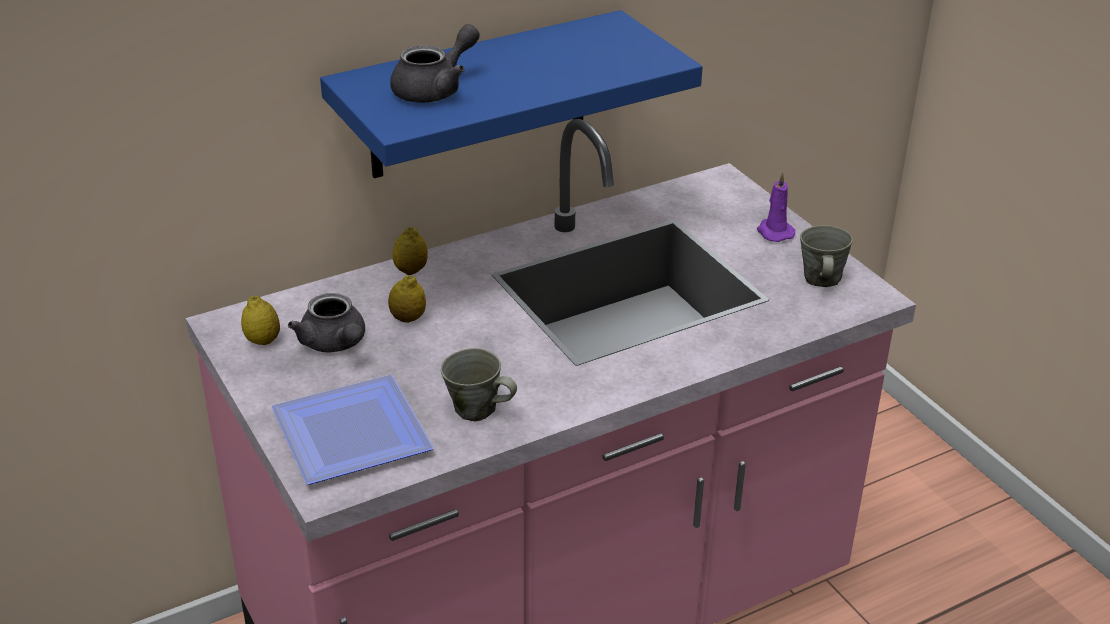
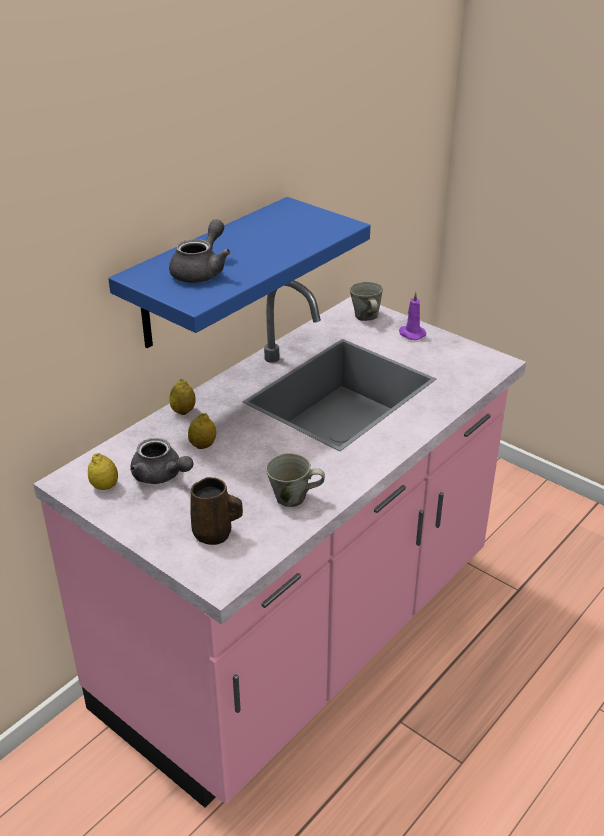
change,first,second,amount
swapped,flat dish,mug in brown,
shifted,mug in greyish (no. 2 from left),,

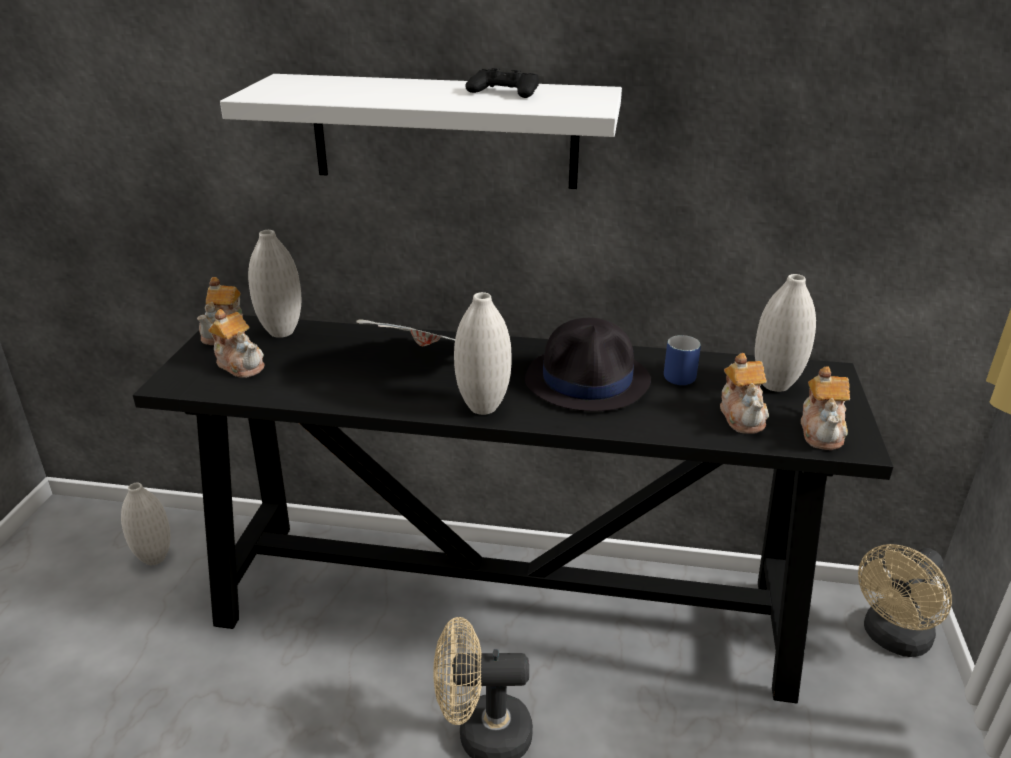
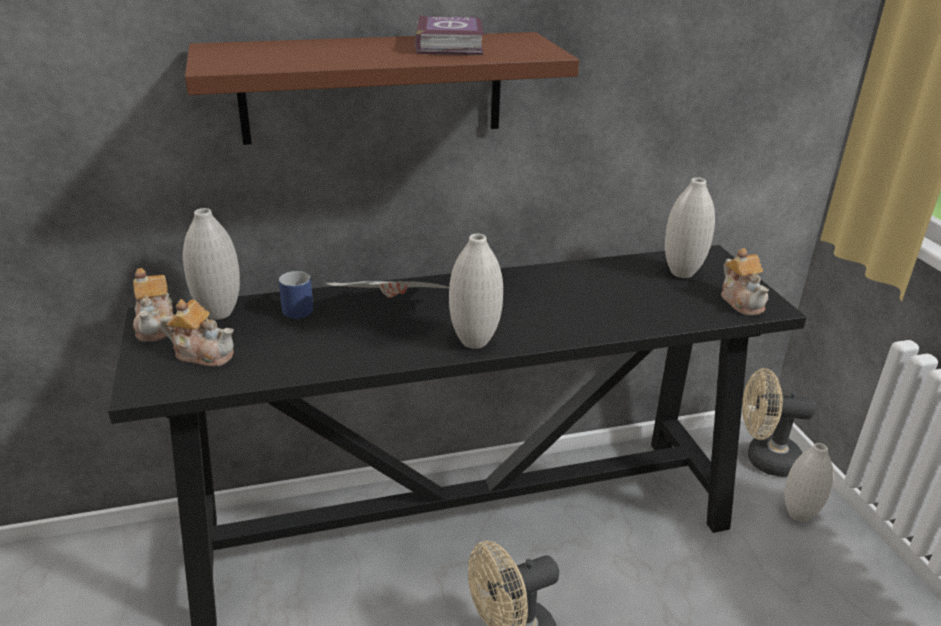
change,first,second,amount
shifted,decorative vase in whitish (no. 1 from left in the first image),decorative vase in whitish (no. 4 from left),
repainted,bracket shelf in whitish,bracket shelf in brown,
swapped,joypad in black-coloured,book,
gone,hat in black-coloured,,
shifted,mug in blue-coloured,,
gone,teapot (no. 3 from left),,
rotated,fan in beige (no. 2 from left),,75 degrees clockwise

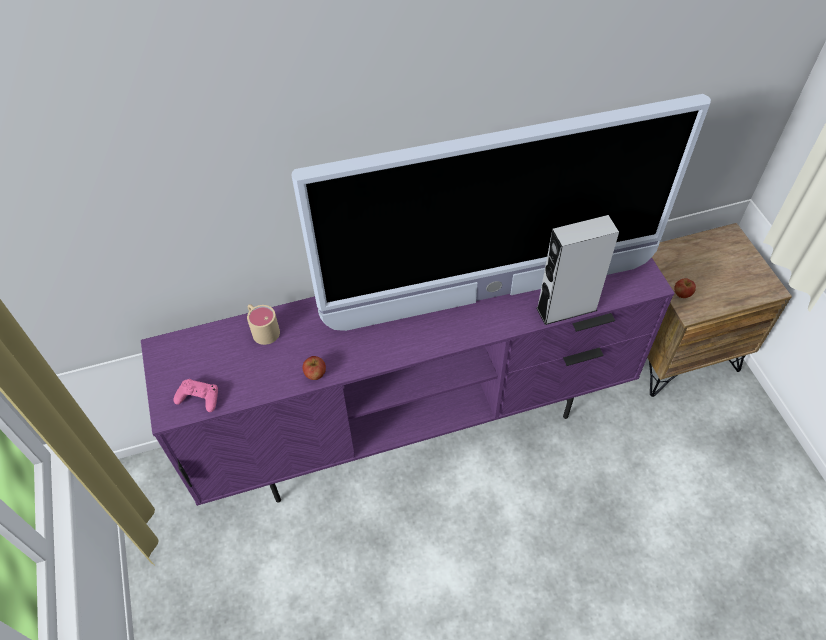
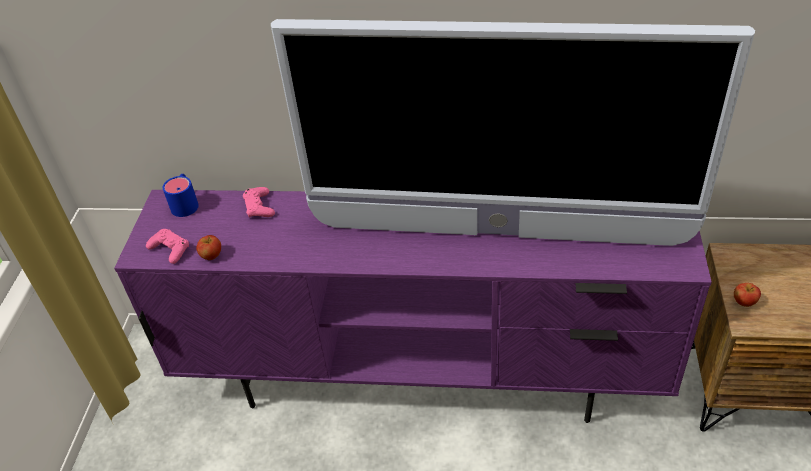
change,first,second,amount
swapped,mug in beige,joypad in pink (no. 2 from left),
shifted,apple fruit (no. 1 from left),,
gone,speaker in greyish,,
new,,mug in blue-coloured,

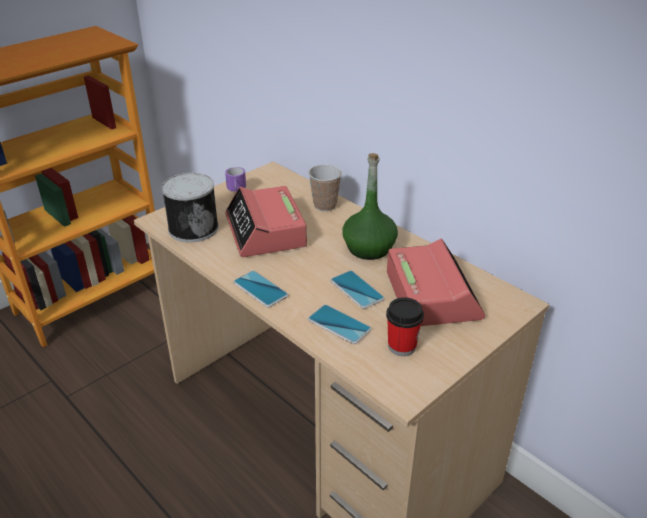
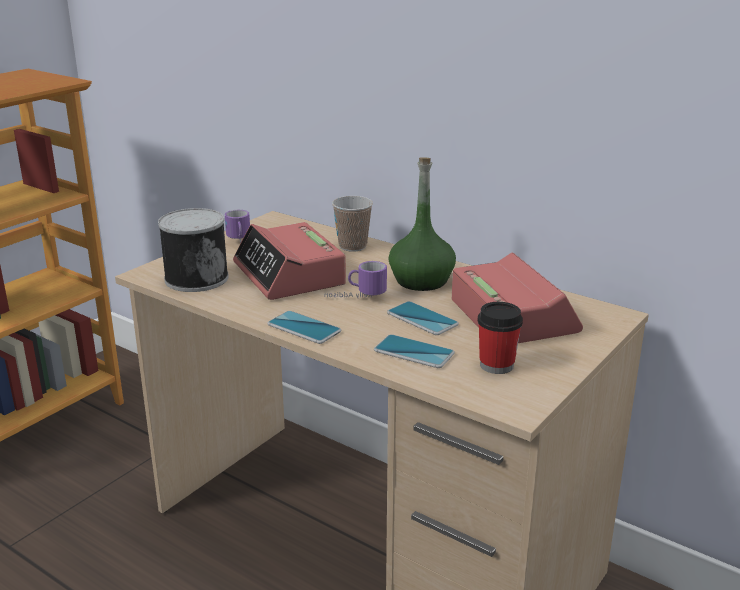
change,first,second,amount
new,,mug (no. 2 from left),

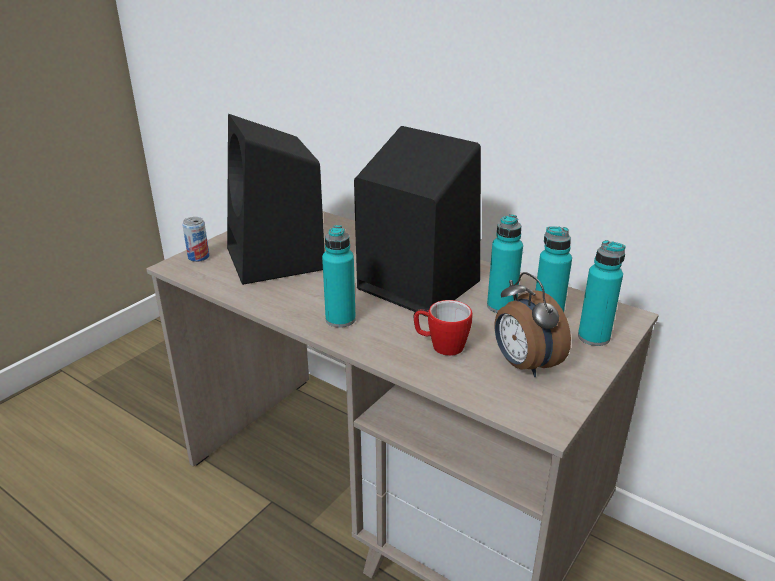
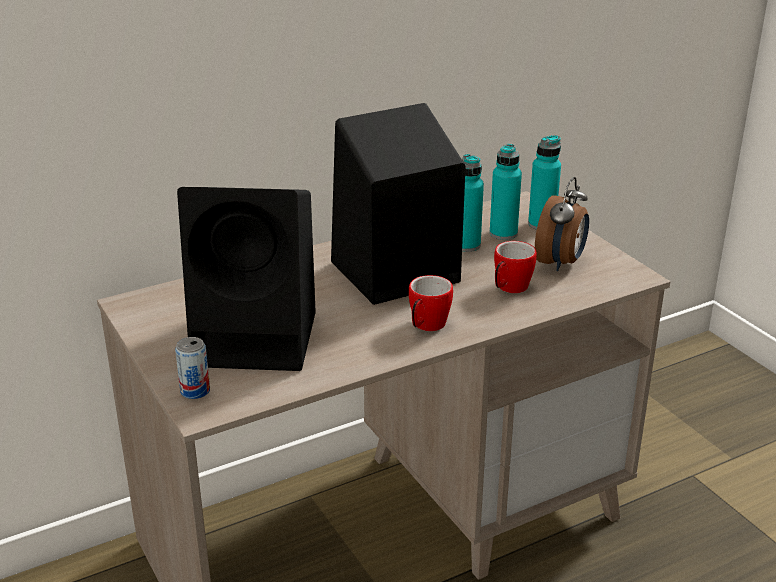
change,first,second,amount
swapped,drink bottle in blue-green (no. 1 from left),mug (no. 1 from left),
rotated,alarm clock,,60 degrees counterclockwise

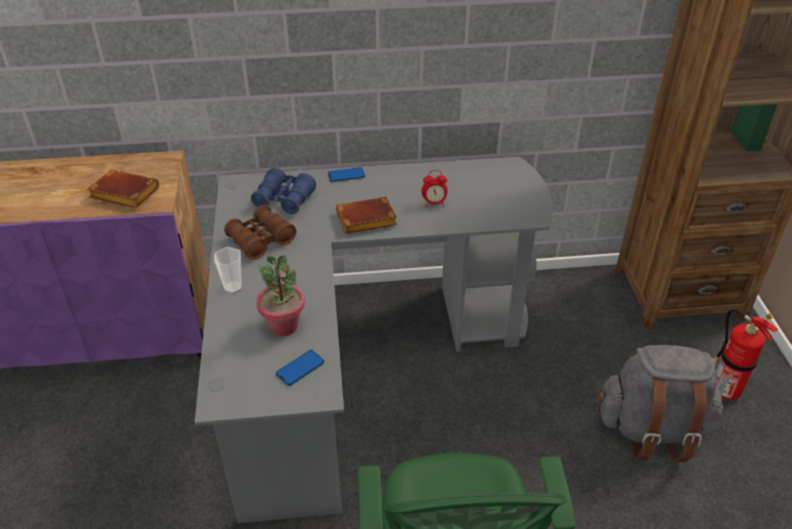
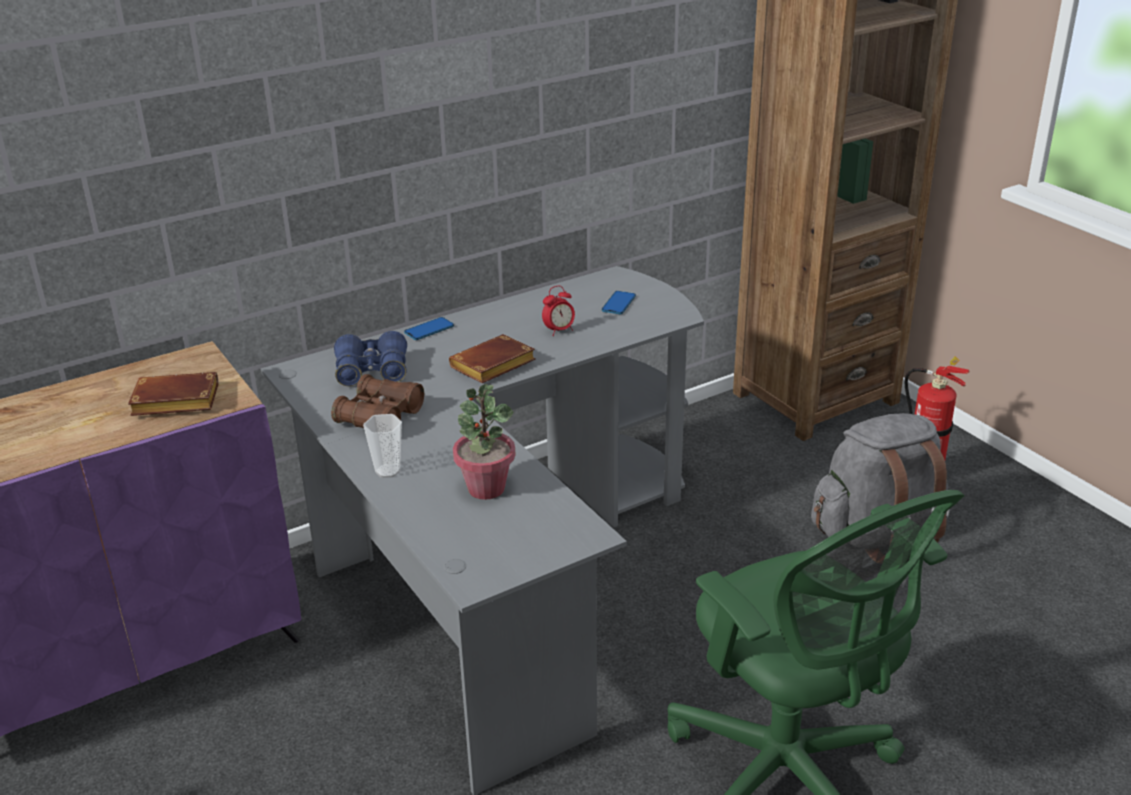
change,first,second,amount
shifted,telephone (no. 1 from left in the first image),telephone (no. 2 from left),

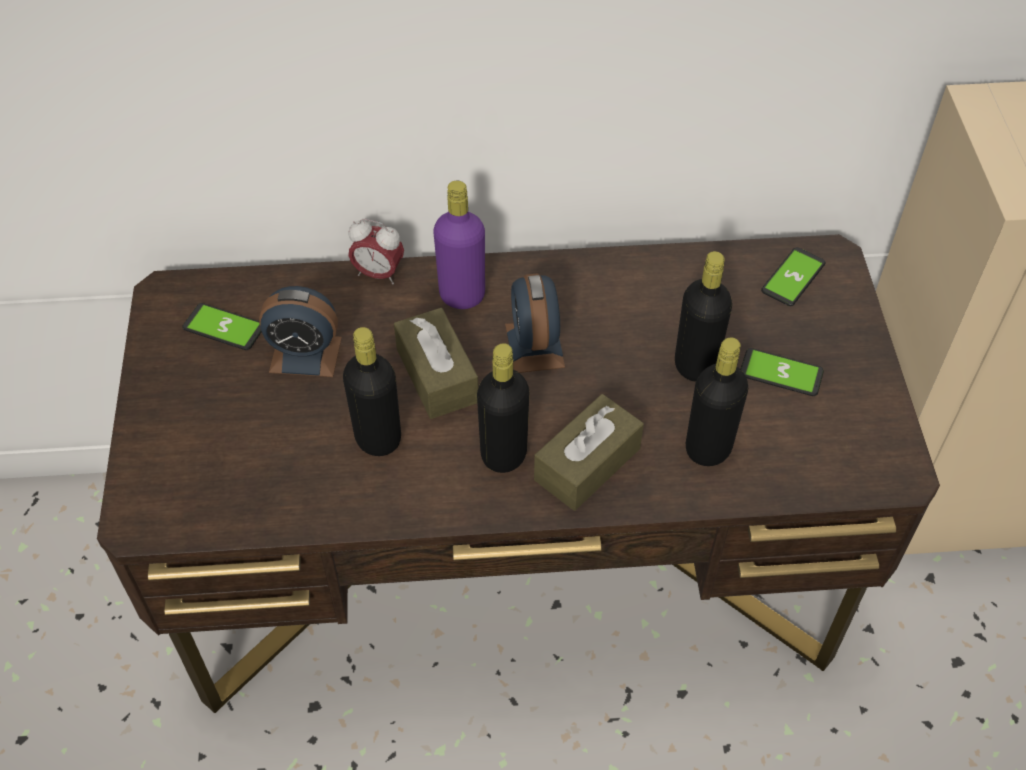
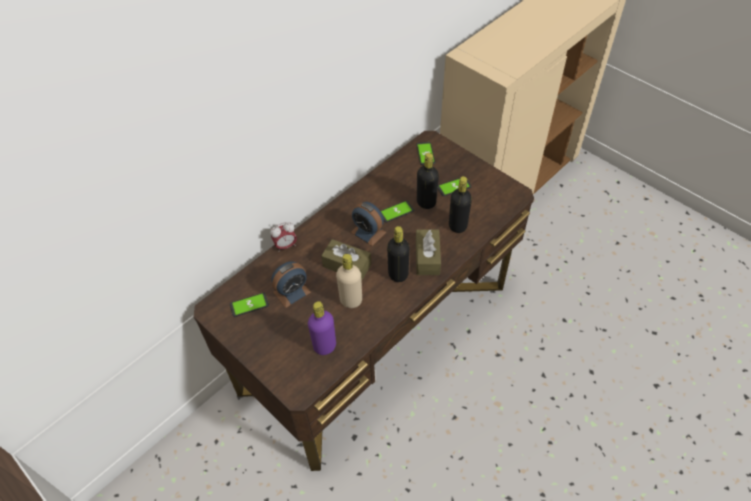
change,first,second,amount
repainted,drink bottle in black-coloured (no. 1 from left),drink bottle in beige,
shifted,drink bottle in purplish,,
new,,telephone (no. 2 from left),

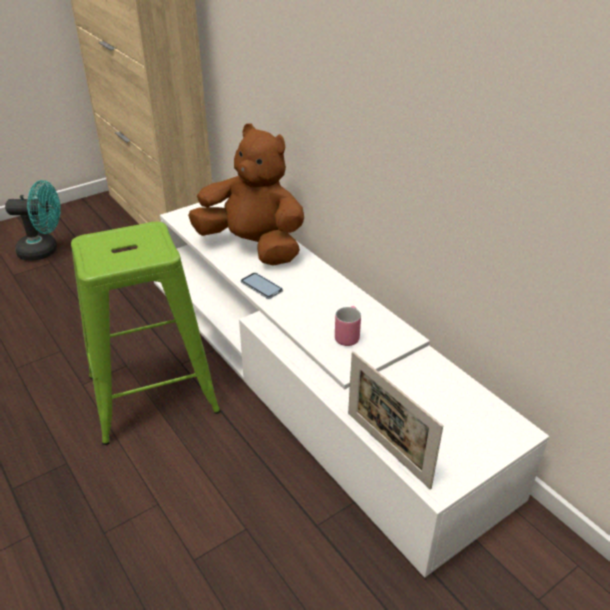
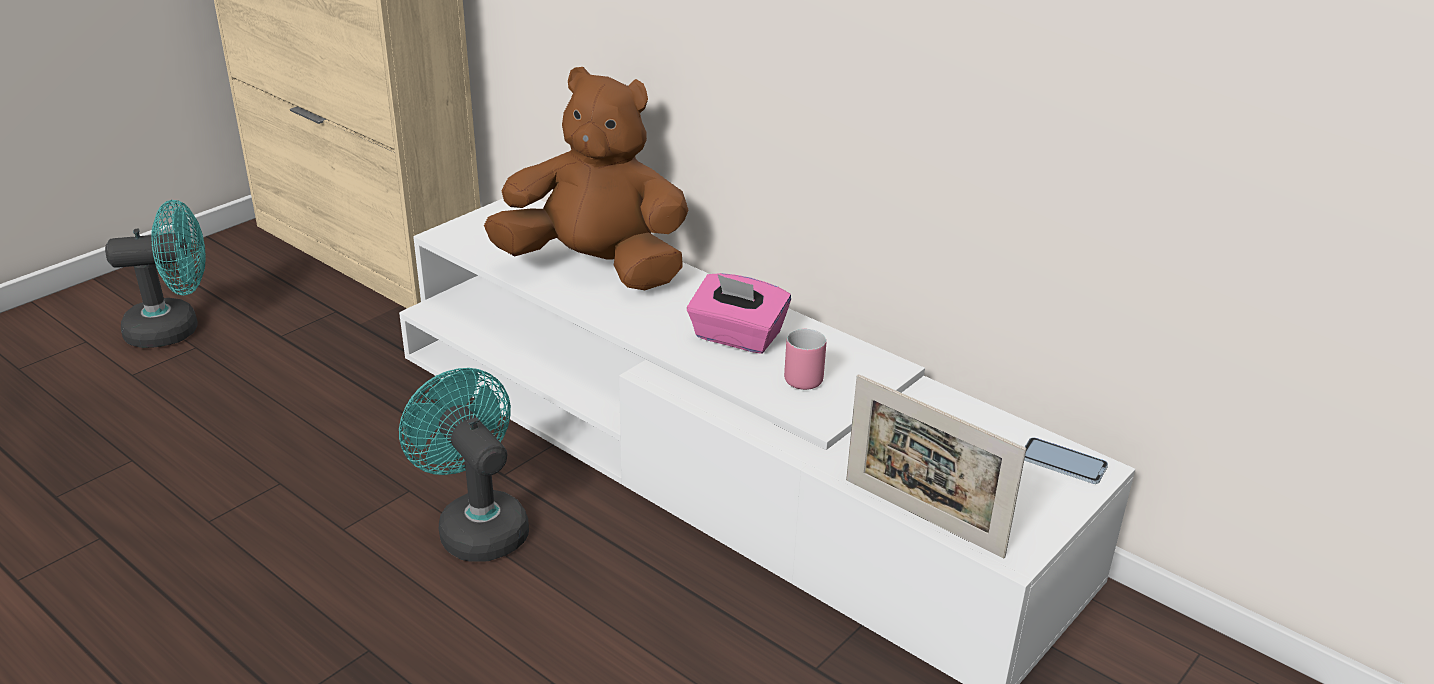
change,first,second,amount
swapped,stool seat in greenish,fan in blue-green (no. 2 from left),
shifted,telephone,,
new,,tissue holder in pink,

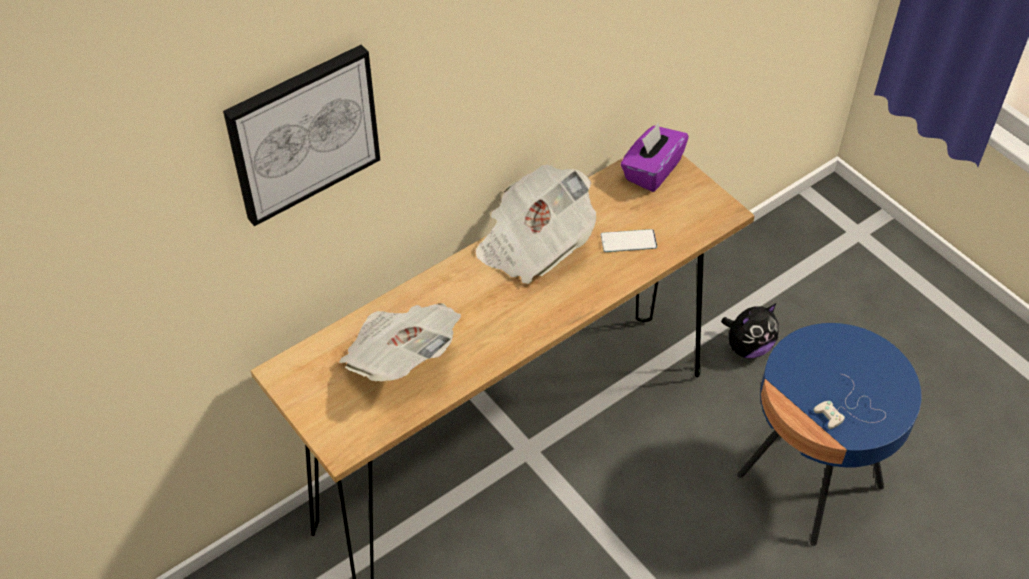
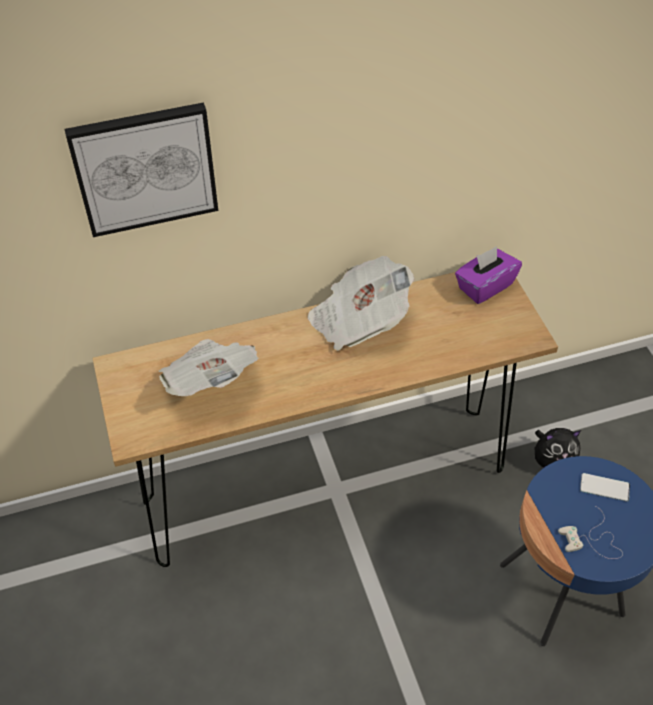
change,first,second,amount
shifted,telephone,,

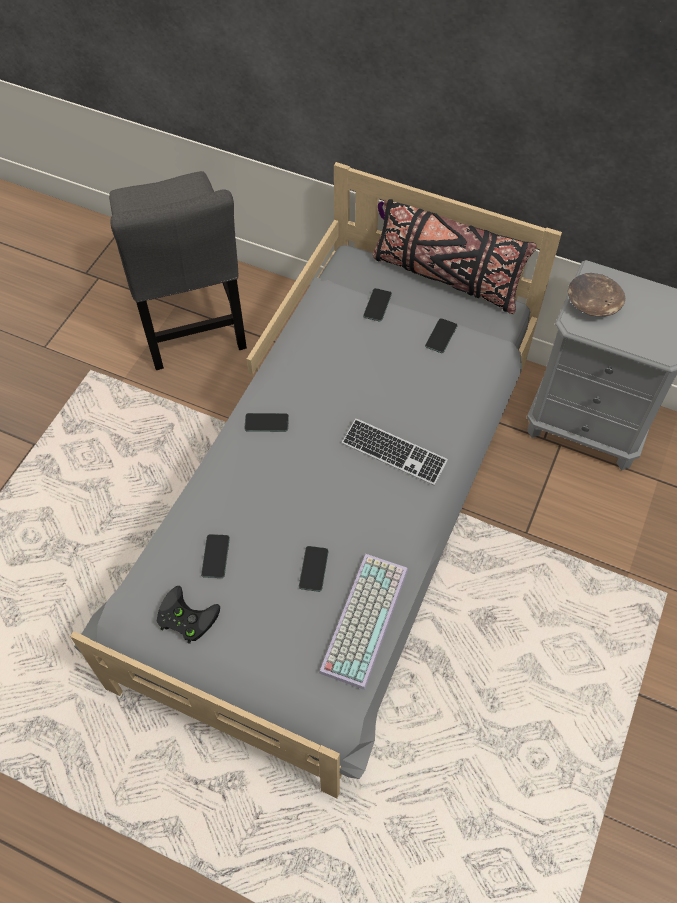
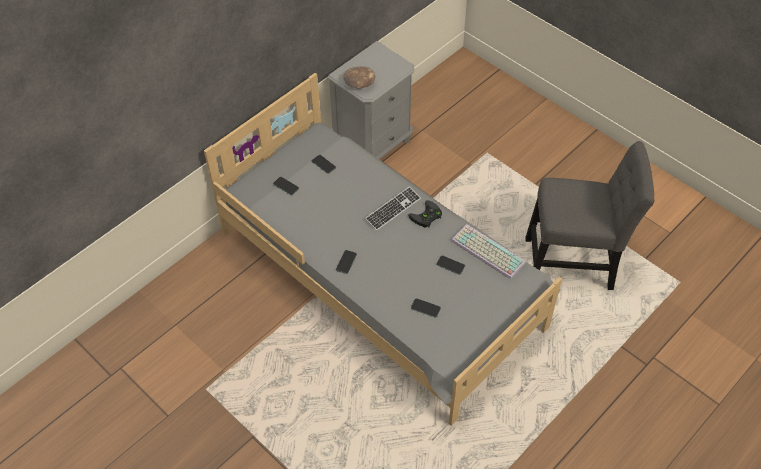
change,first,second,amount
shifted,plain chair in greyish,,
shifted,joypad in black-coloured,,
gone,cushion in black-coloured,,

